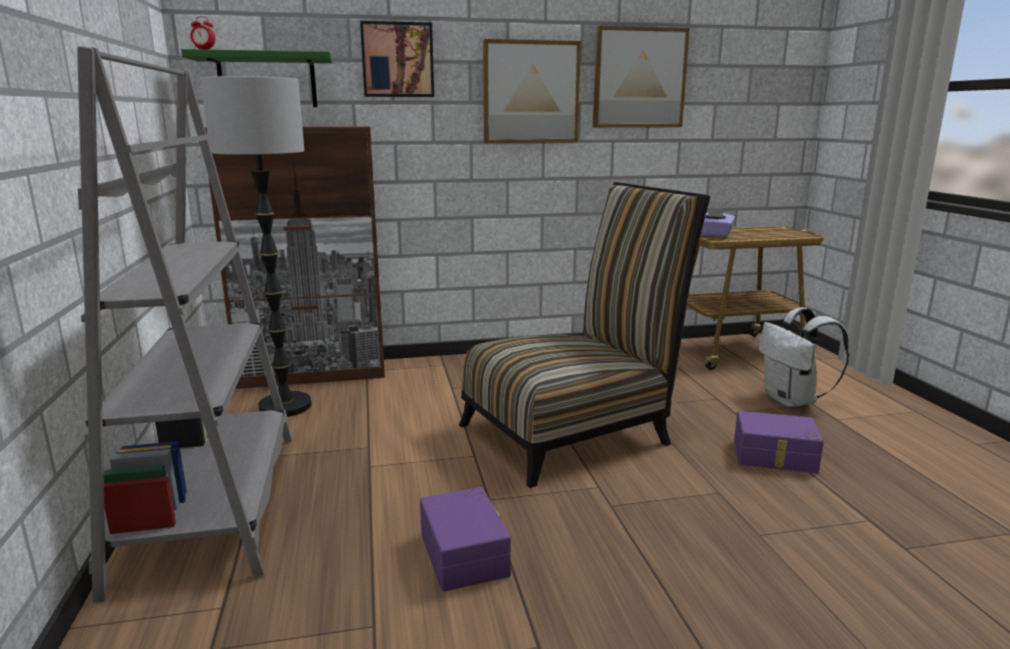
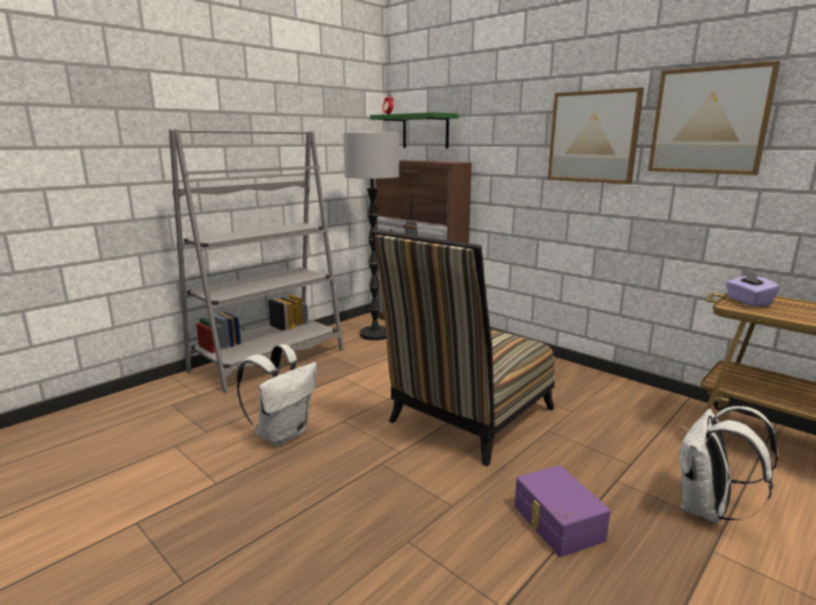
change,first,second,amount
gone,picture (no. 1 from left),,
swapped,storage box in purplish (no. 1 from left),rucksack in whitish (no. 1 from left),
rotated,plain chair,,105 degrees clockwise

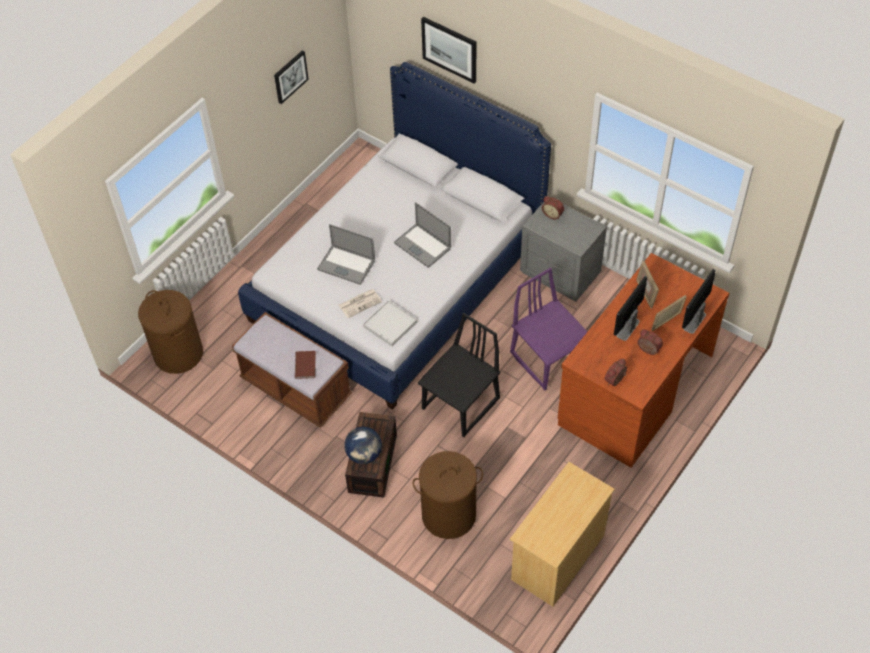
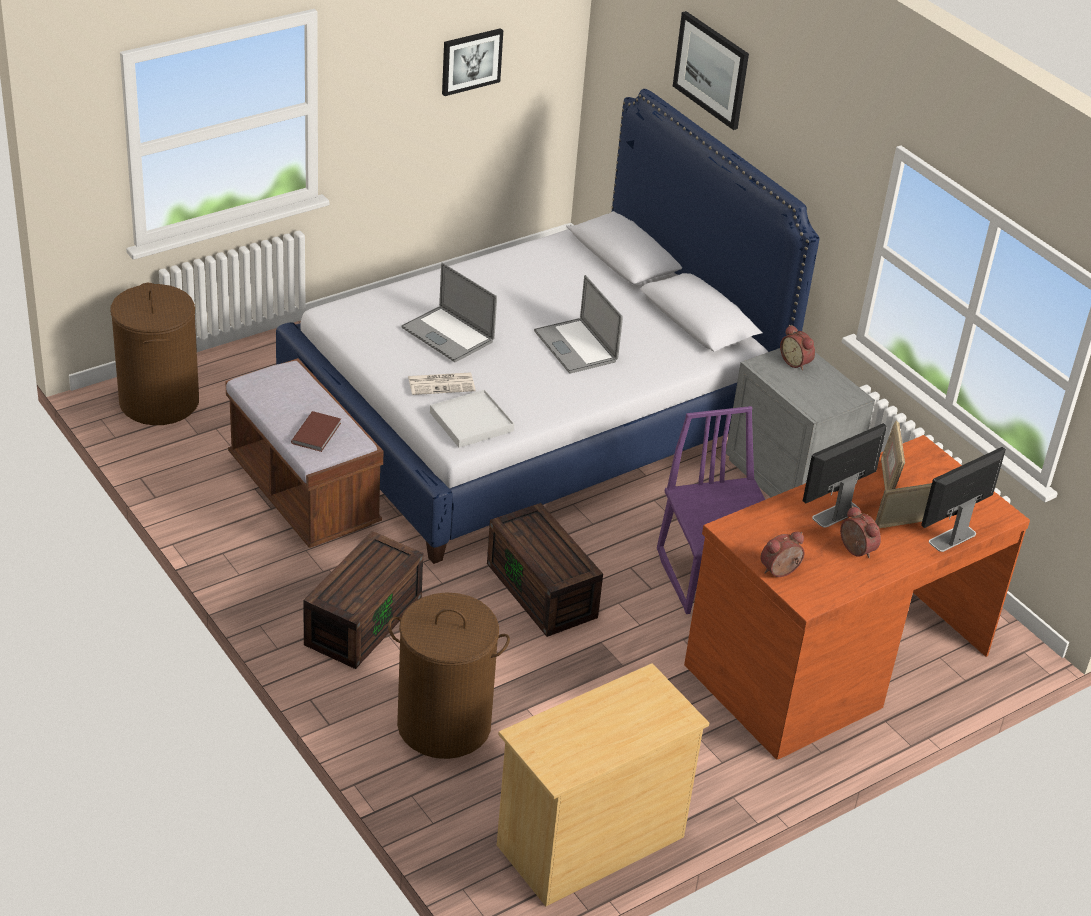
change,first,second,amount
gone,desk globe,,
swapped,plain chair in black-coloured,storage box in brown (no. 2 from left),

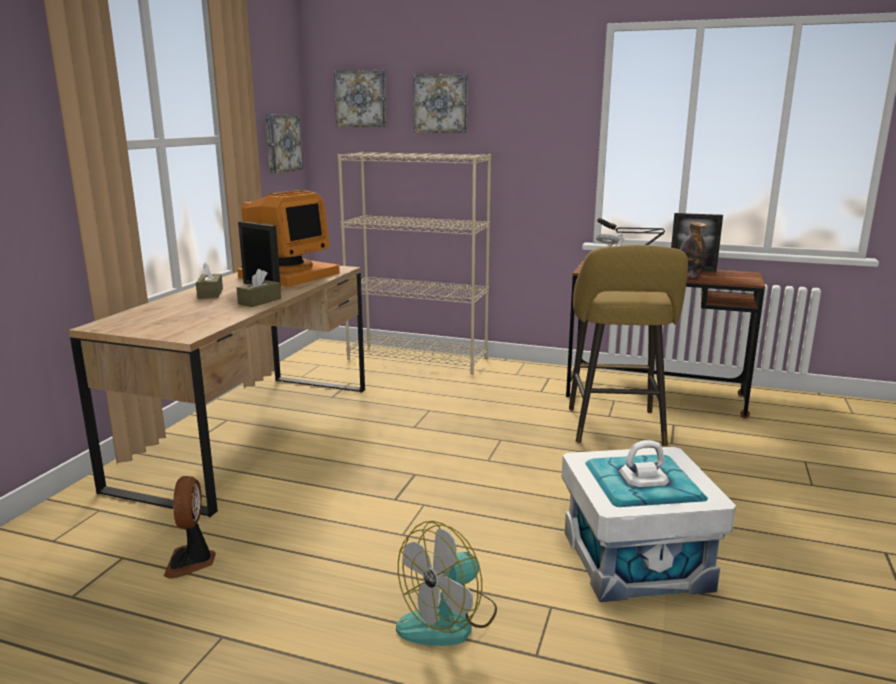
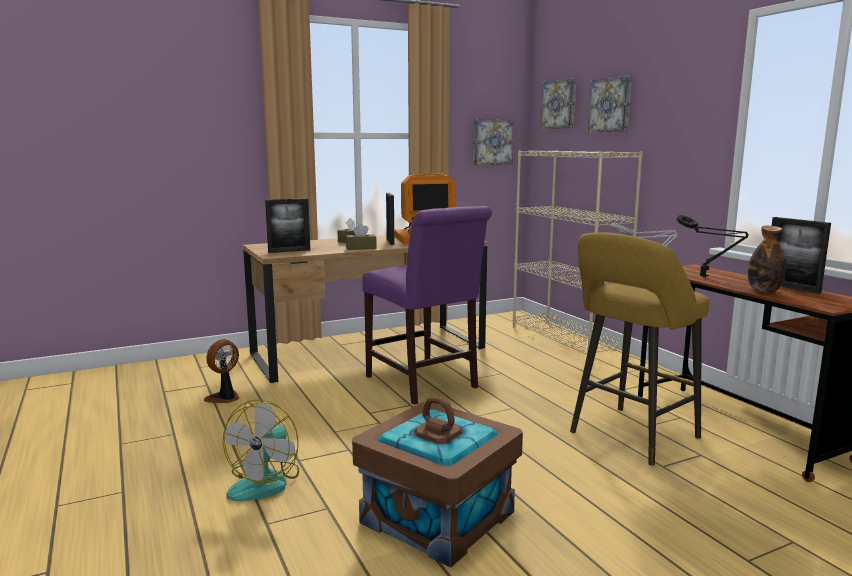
change,first,second,amount
rotated,fan (no. 2 from left),,75 degrees counterclockwise
repainted,storage box in whitish,storage box in brown,
new,,photo frame (no. 1 from left),
new,,plain chair in purplish,

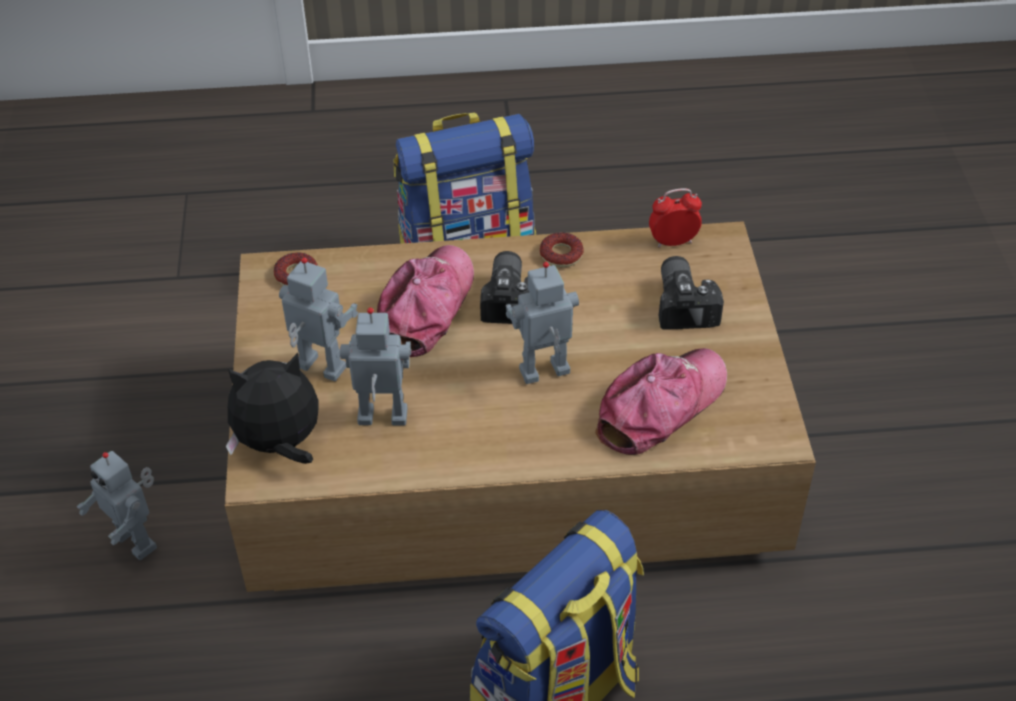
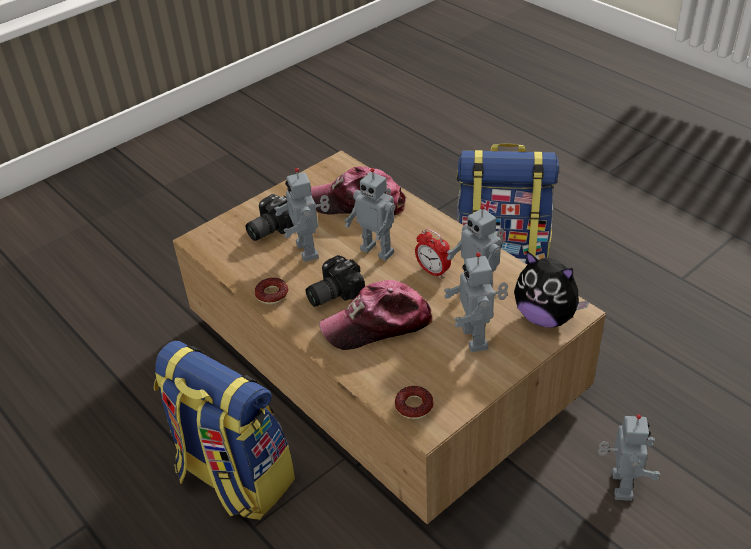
change,first,second,amount
shifted,alarm clock,,
new,,robot figure (no. 1 from left),

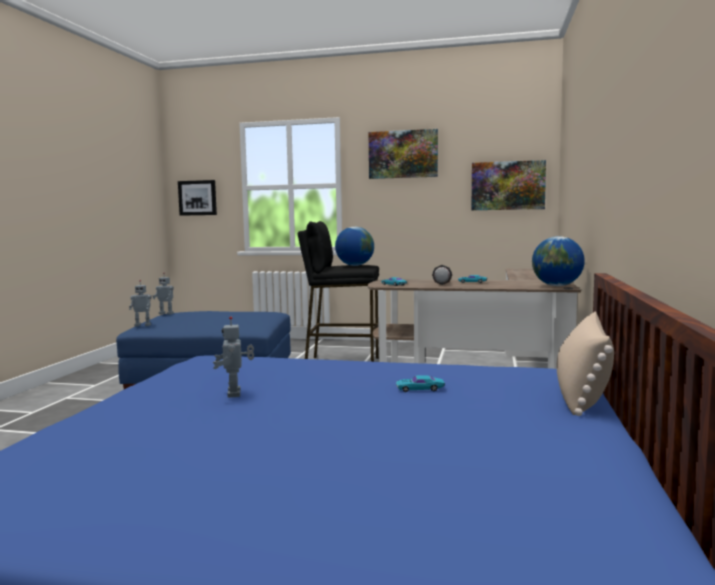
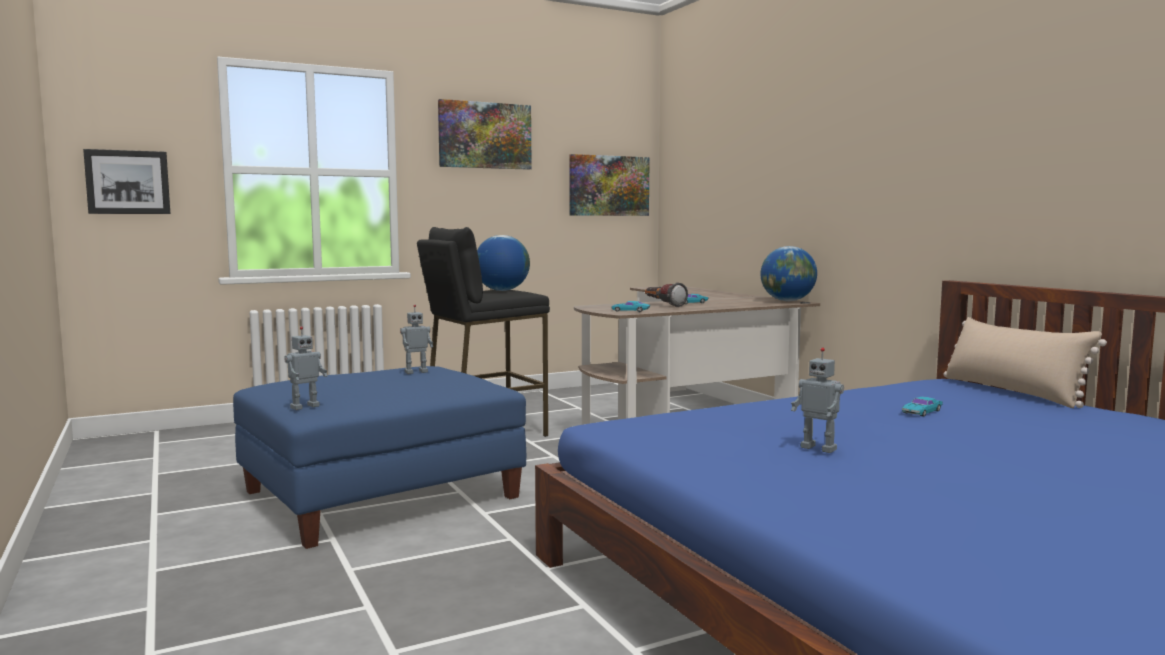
change,first,second,amount
shifted,robot figure (no. 2 from left),,

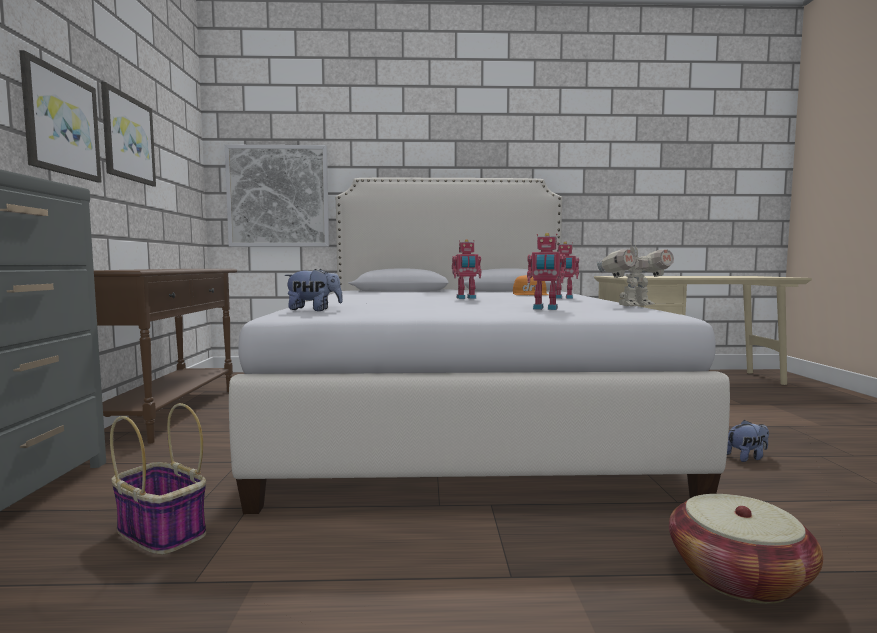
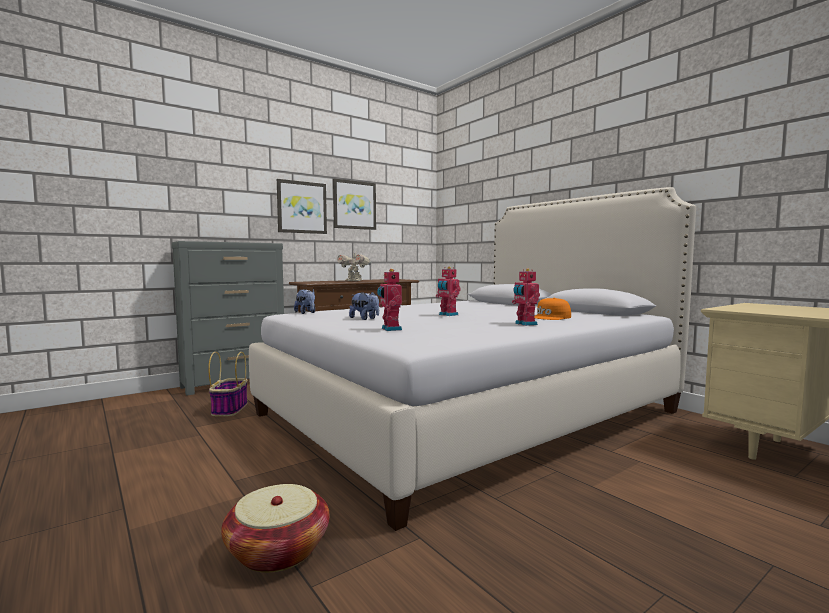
change,first,second,amount
gone,picture (no. 3 from left),,
shifted,robot figure (no. 4 from left in the first image),robot figure (no. 1 from left),
shifted,soft toy (no. 2 from left),,

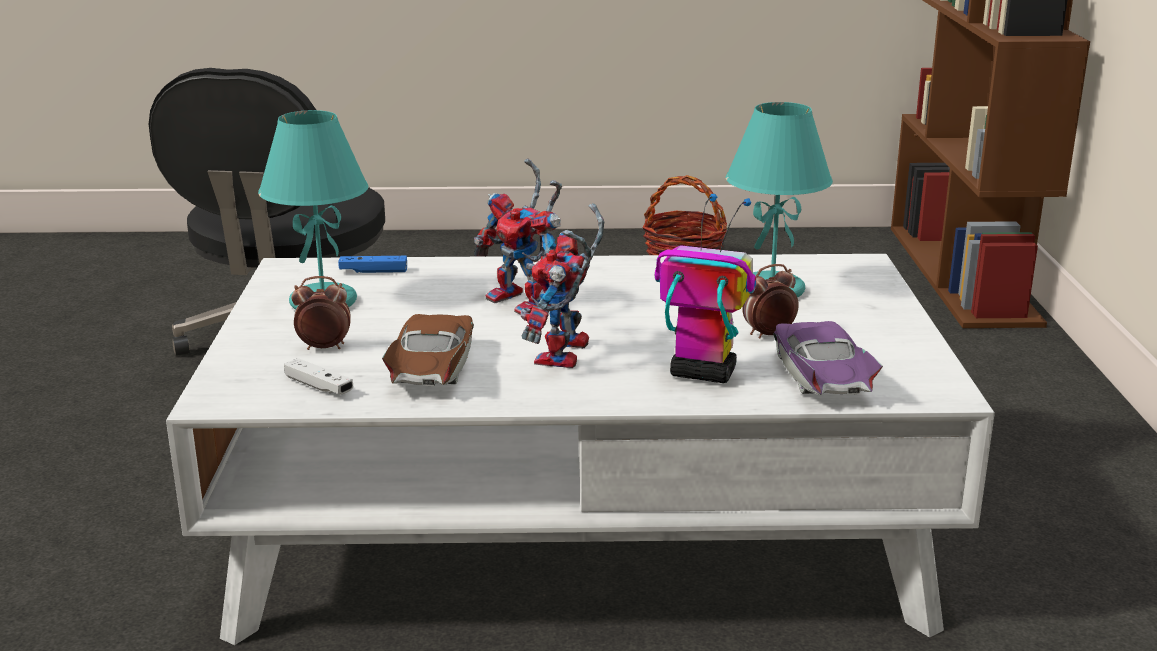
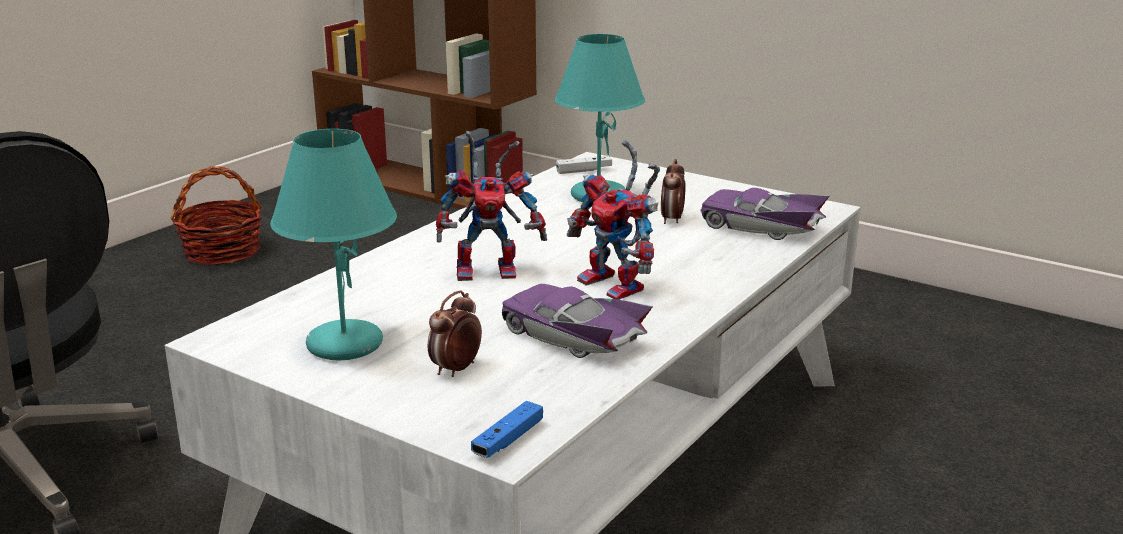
change,first,second,amount
shifted,joypad in whitish,,
shifted,joypad in blue-coloured,,
repainted,miniature car in brown,miniature car in purplish (no. 1 from left),
gone,robot figure (no. 3 from left),,

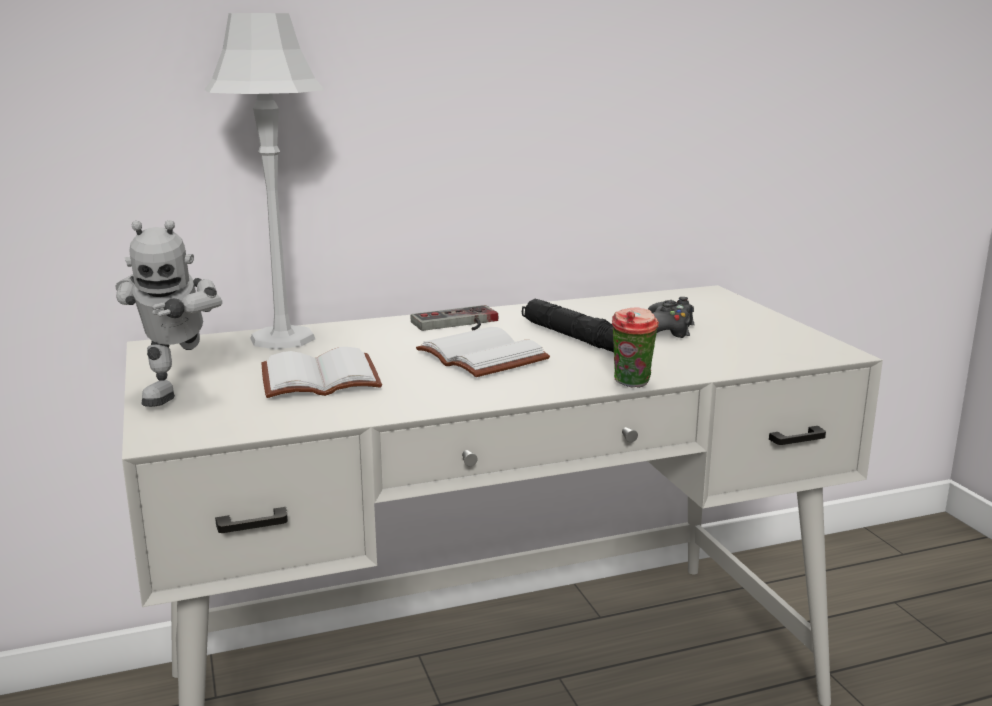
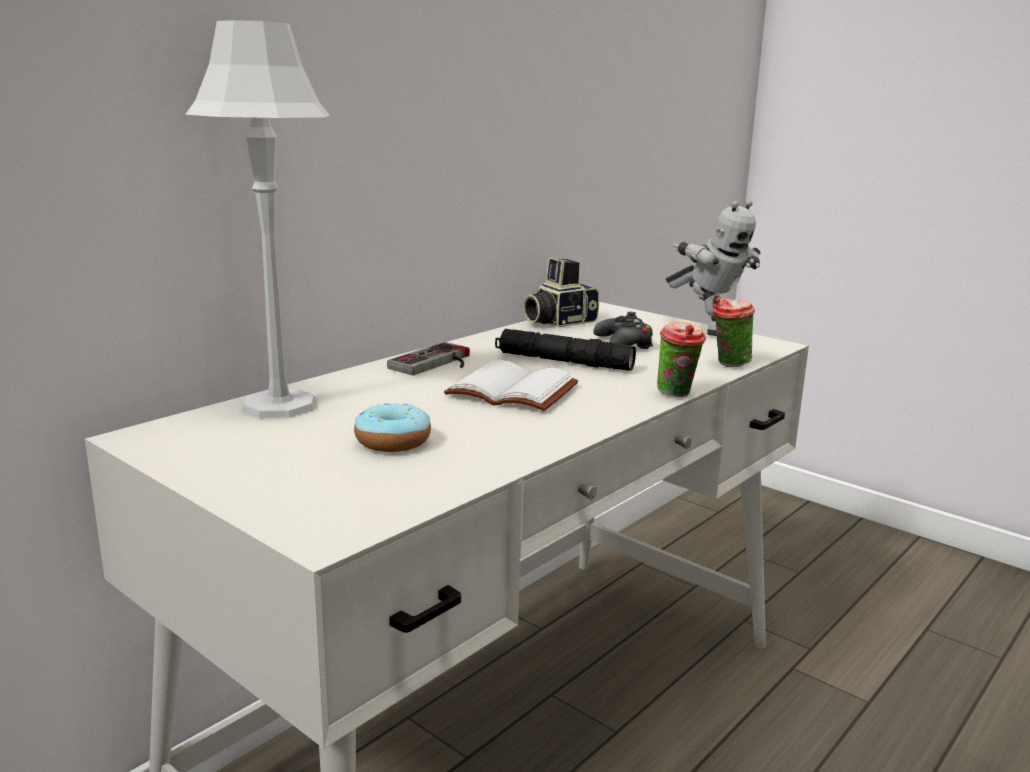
change,first,second,amount
shifted,robot figure,,
swapped,book in whitish (no. 1 from left),donut,
new,,photo camera,
new,,small cup (no. 2 from left),

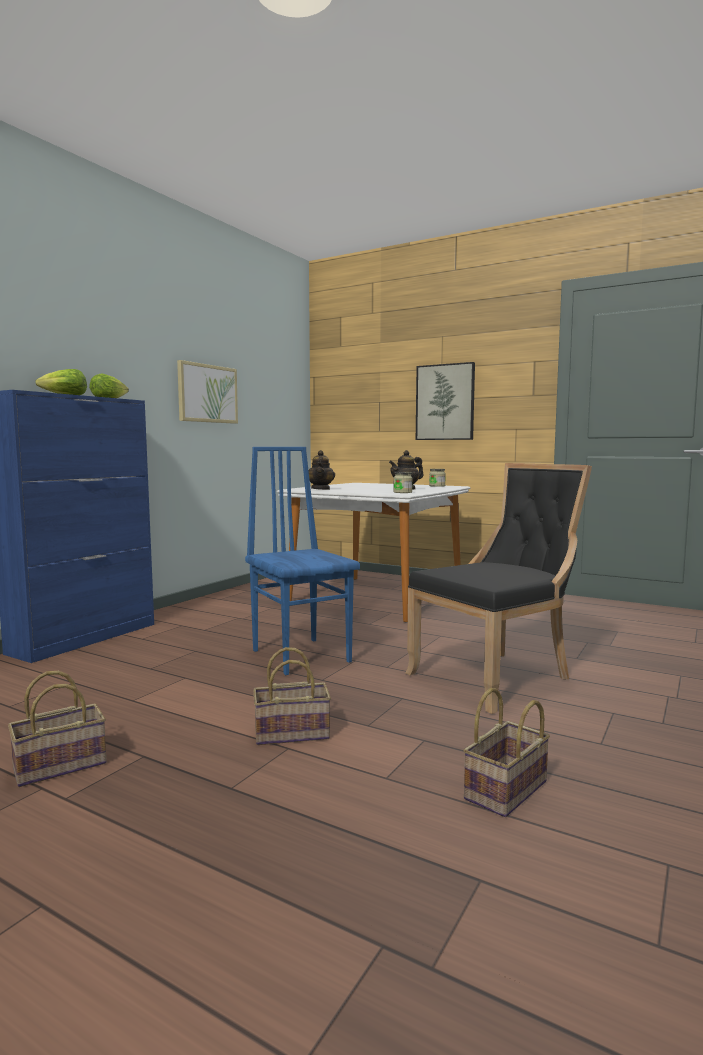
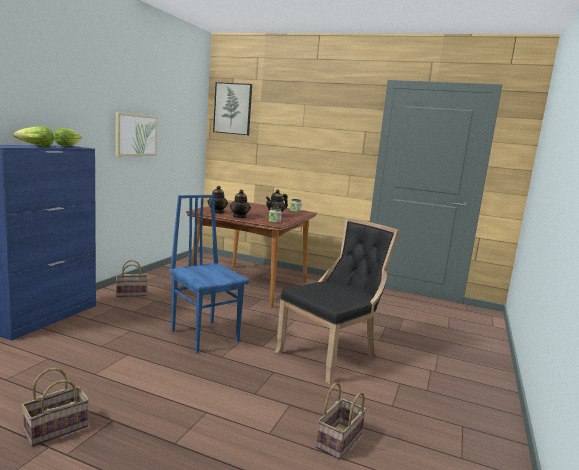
change,first,second,amount
shifted,basket (no. 2 from left),,
repainted,dining table in whitish,dining table in brown,
shifted,picture (no. 2 from left),,
new,,teapot (no. 2 from left),

